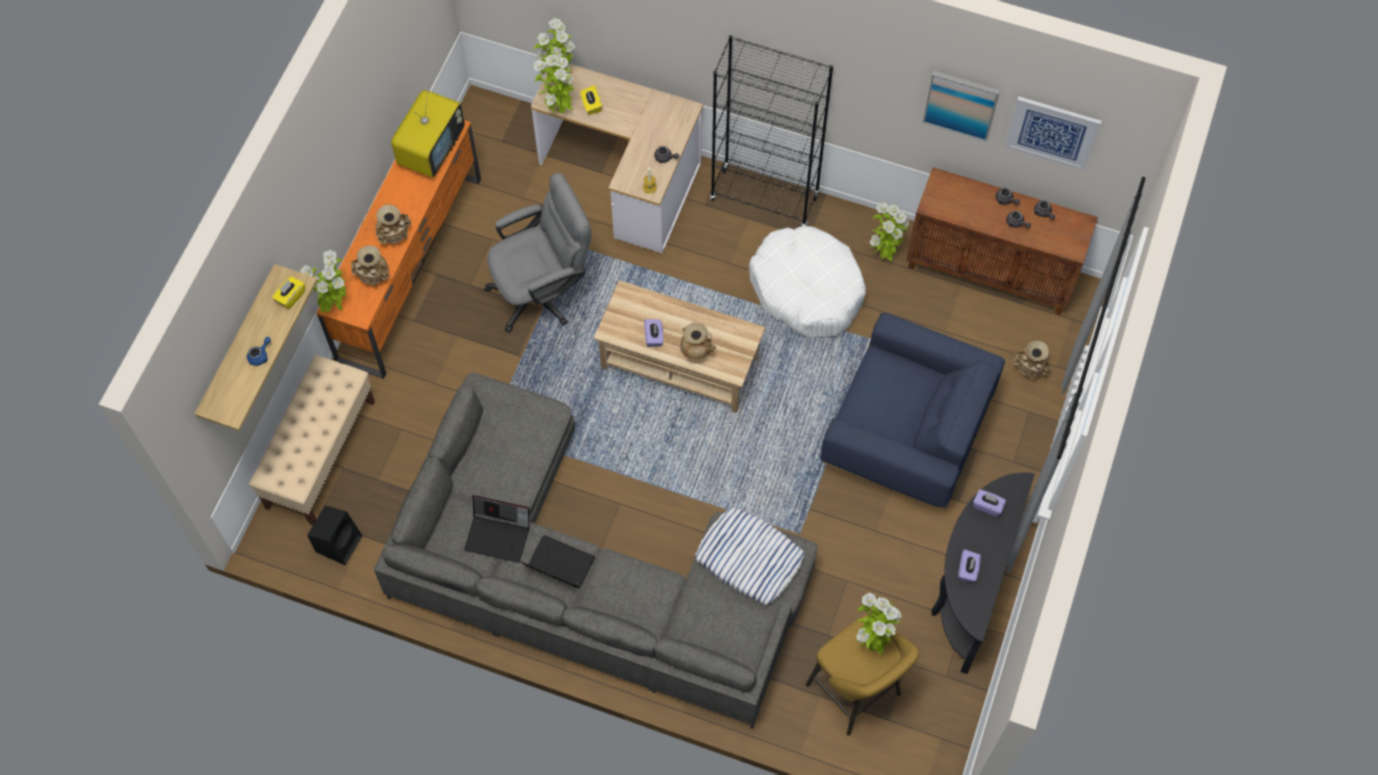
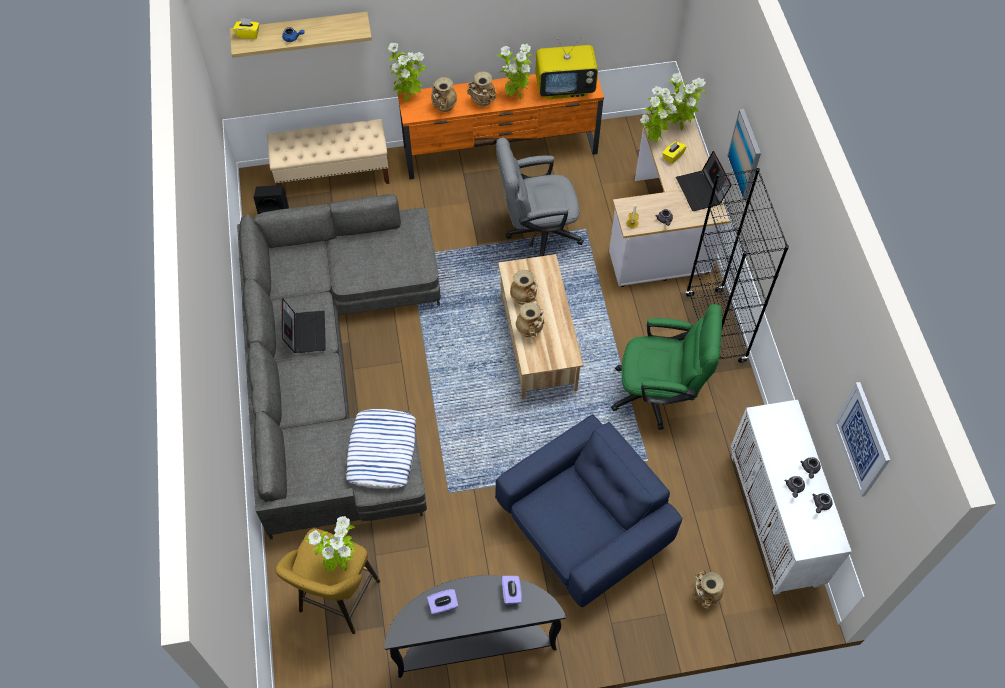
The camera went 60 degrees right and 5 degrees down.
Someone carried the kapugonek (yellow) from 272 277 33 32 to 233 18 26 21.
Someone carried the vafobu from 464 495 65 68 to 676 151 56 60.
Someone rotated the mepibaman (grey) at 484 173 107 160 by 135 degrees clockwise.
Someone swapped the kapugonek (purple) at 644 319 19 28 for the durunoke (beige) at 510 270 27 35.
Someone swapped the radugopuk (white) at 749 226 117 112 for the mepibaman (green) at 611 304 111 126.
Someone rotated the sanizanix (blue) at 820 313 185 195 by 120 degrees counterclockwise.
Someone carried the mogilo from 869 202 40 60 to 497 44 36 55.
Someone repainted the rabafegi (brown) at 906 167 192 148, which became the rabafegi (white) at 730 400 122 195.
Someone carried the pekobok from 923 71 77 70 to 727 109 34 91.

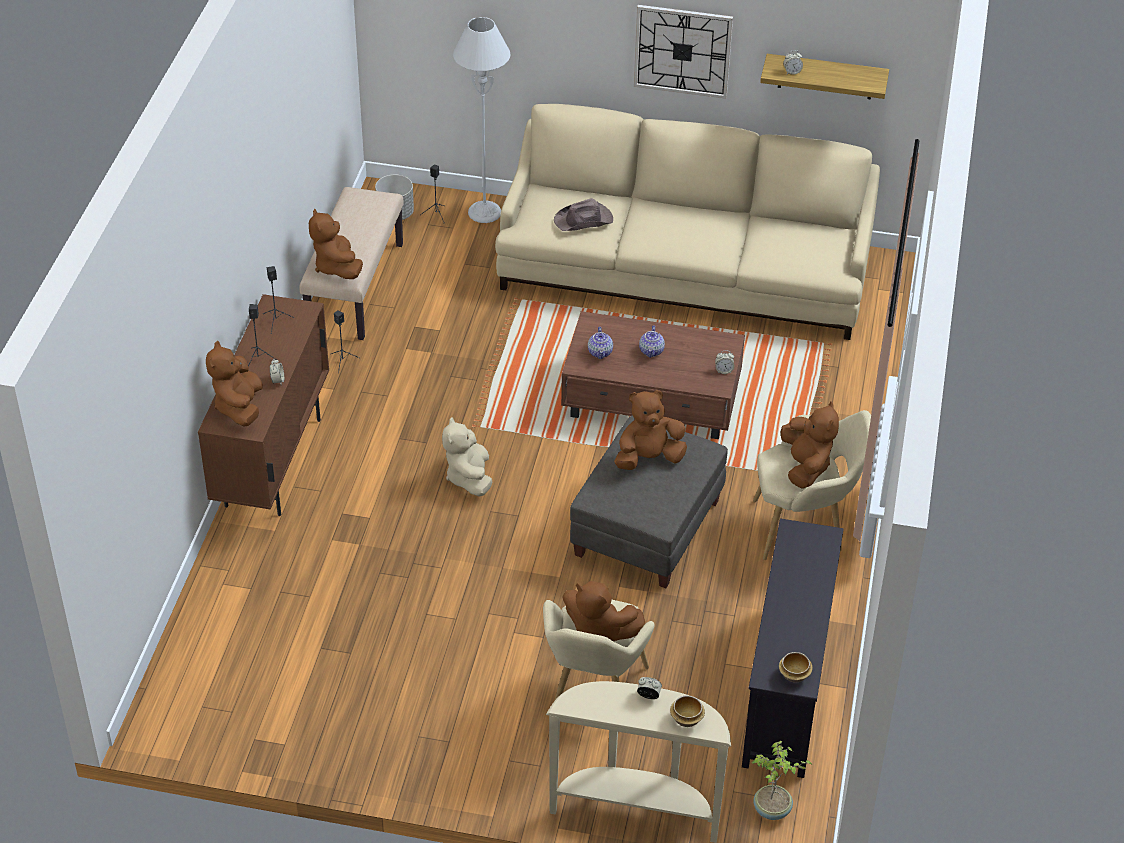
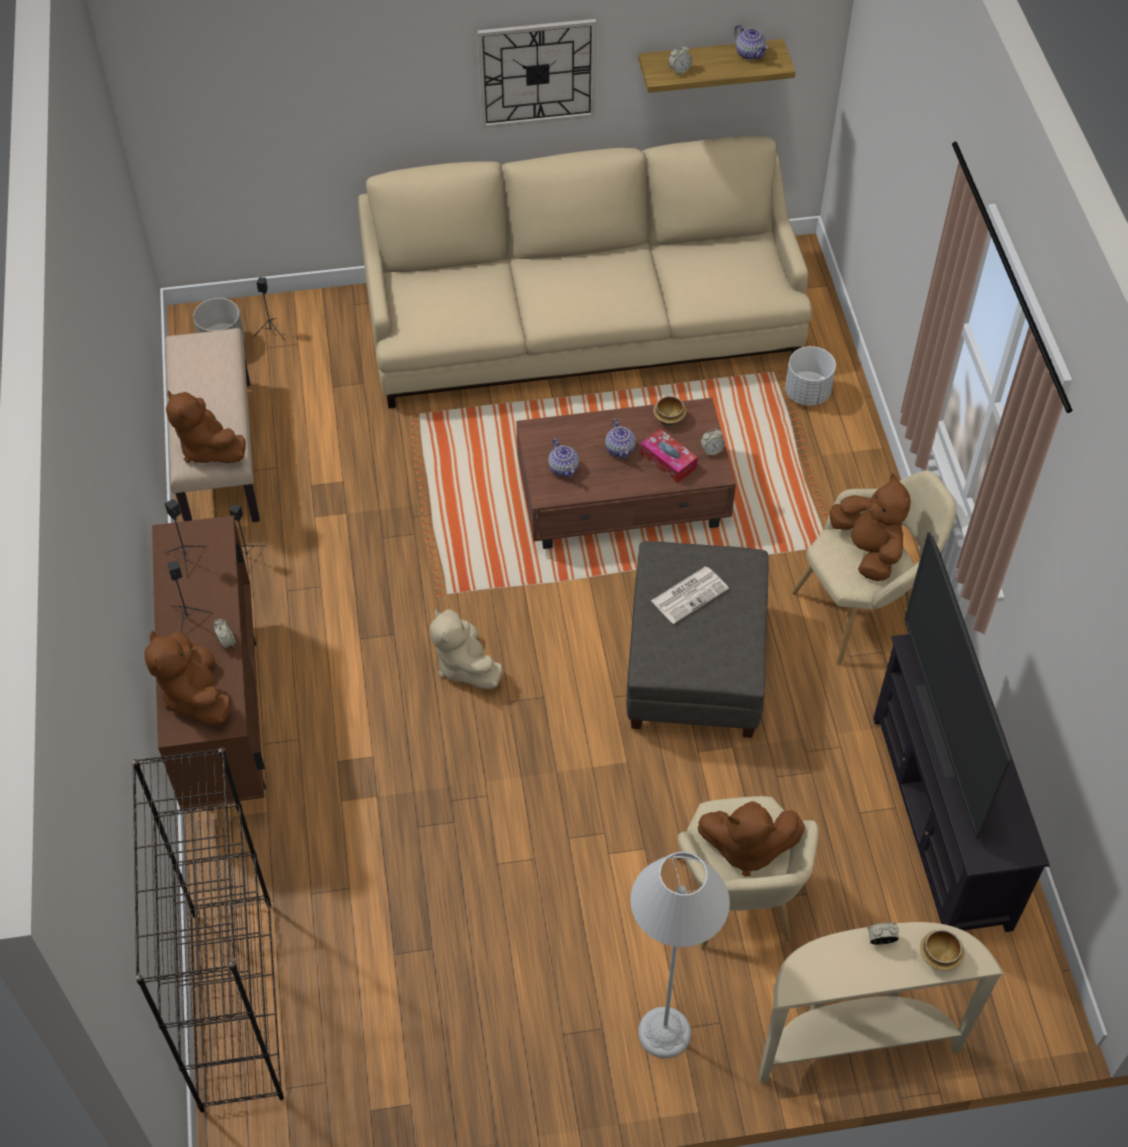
The camera went 20 degrees left and 10 degrees up.
Someone carried the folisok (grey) from 453 17 57 206 to 630 852 100 206.
Someone took away the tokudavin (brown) at 554 198 59 33.
Someone swapped the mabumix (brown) at 614 390 73 80 for the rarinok at 651 567 78 57.
Someone took away the mogilo at 752 741 60 79.
Someone carried the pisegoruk from 779 652 34 30 to 653 396 34 30.
Someone put down the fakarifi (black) at 132 747 152 365.
Someone put down the kapugonek at 640 429 58 54.
Someone put down the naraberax at 734 25 34 35.
Someone put down the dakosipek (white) at 785 346 51 60.
Someone put down the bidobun at 904 532 107 307.

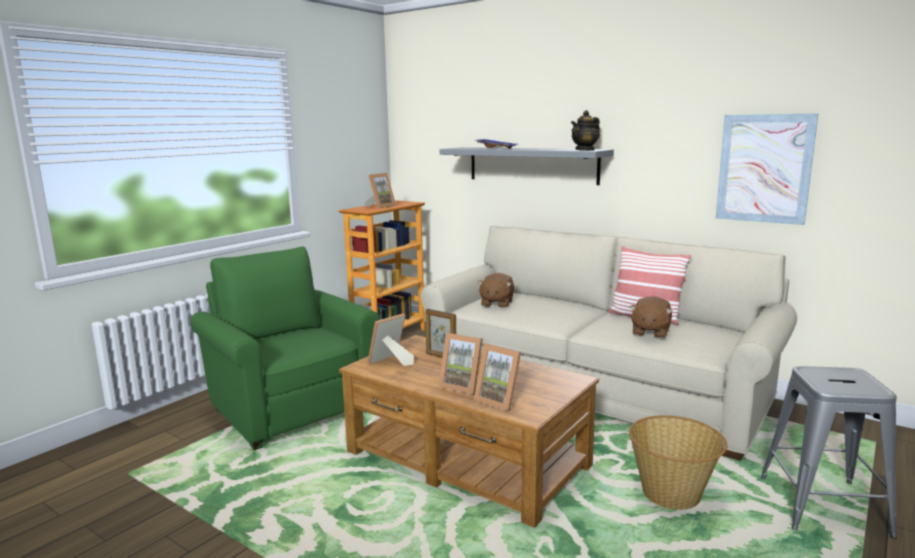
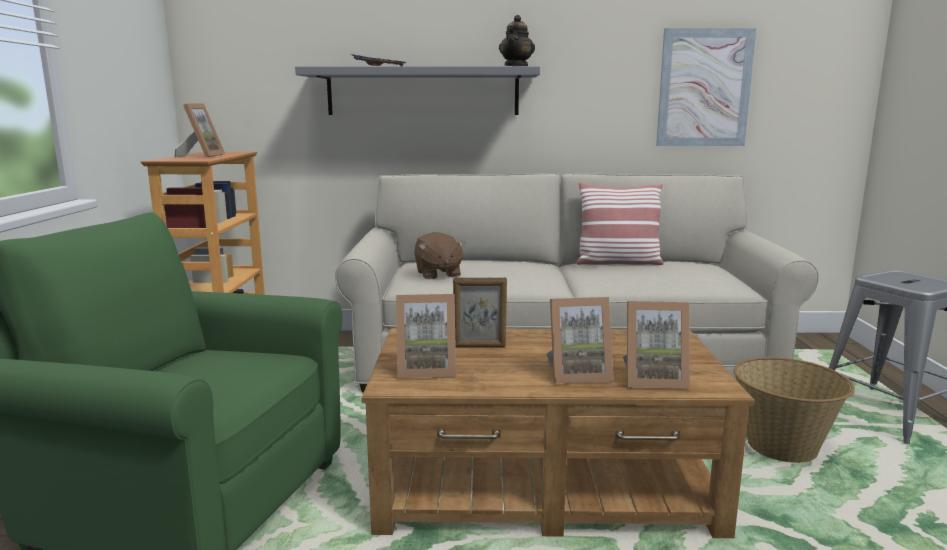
The camera went 35 degrees left and 0 degrees up.
Someone rotated the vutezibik at 368 313 46 53 by 105 degrees counterclockwise.
Someone took away the mabumix (brown) at 630 296 43 43.

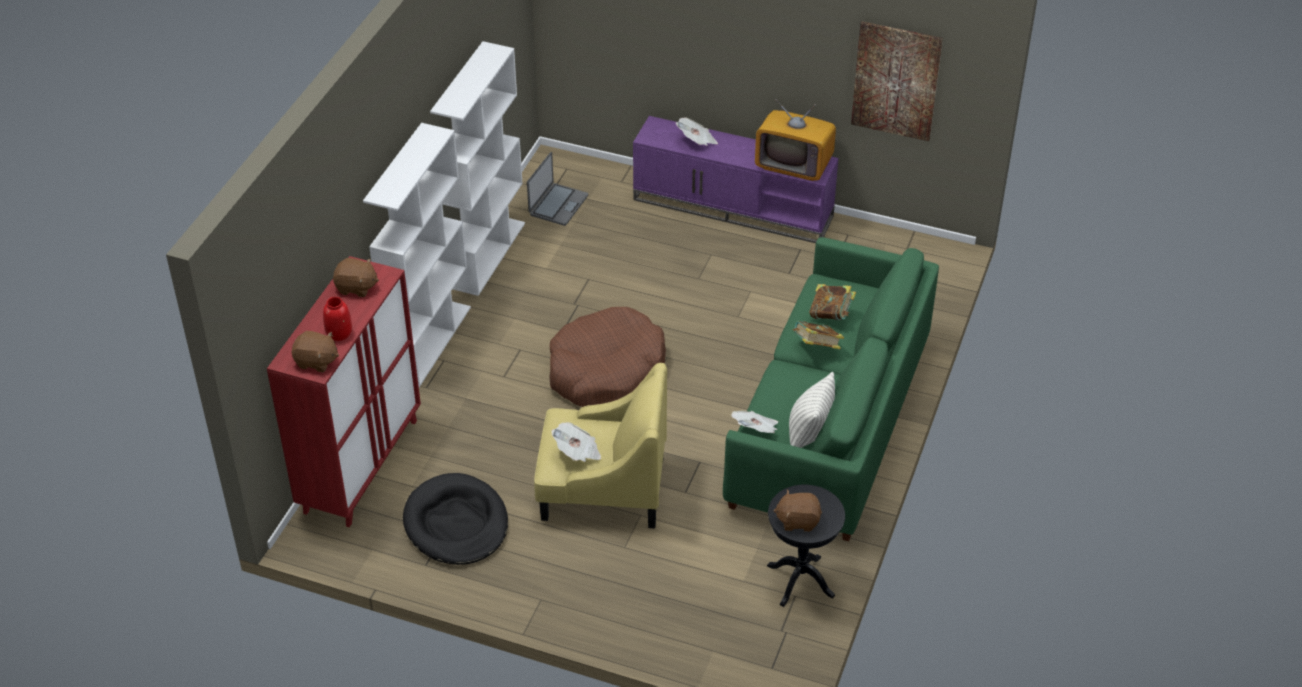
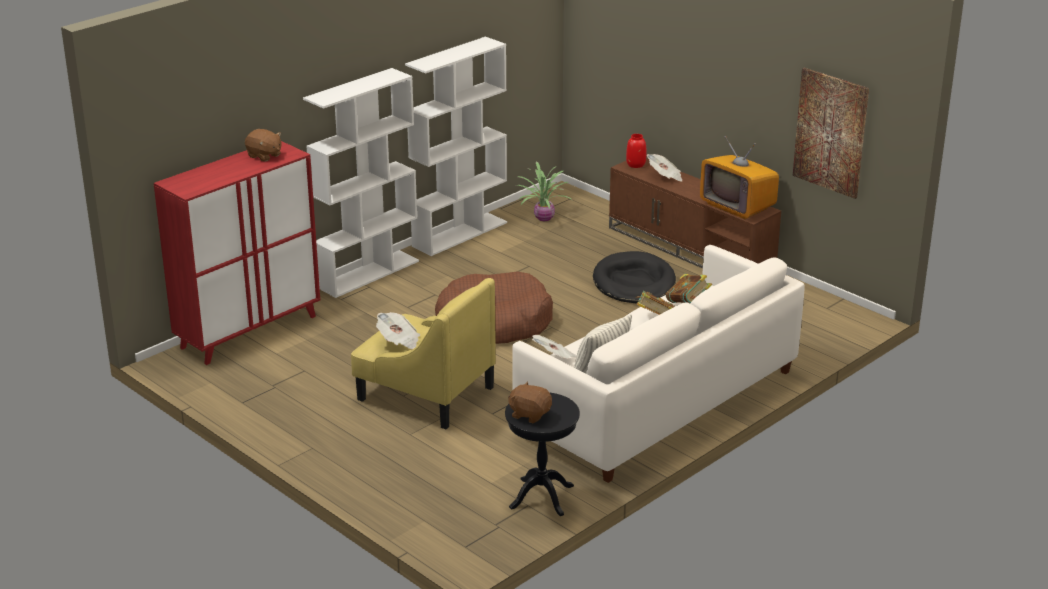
The camera went 25 degrees right and 15 degrees down.
Someone took away the mabumix (brown) at 292 331 47 41.
Someone carried the durunoke (red) from 323 297 29 44 to 626 134 20 34.
Someone carried the radugopuk (black) from 403 473 105 92 to 593 251 83 52.
Someone swapped the vafobu at 527 152 61 74 for the mogilo at 516 161 57 60.
Someone repainted the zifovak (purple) at 633 116 205 127, which became the zifovak (brown) at 609 158 172 110.
Someone repainted the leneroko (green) at 723 237 216 304, which became the leneroko (white) at 512 245 293 238.

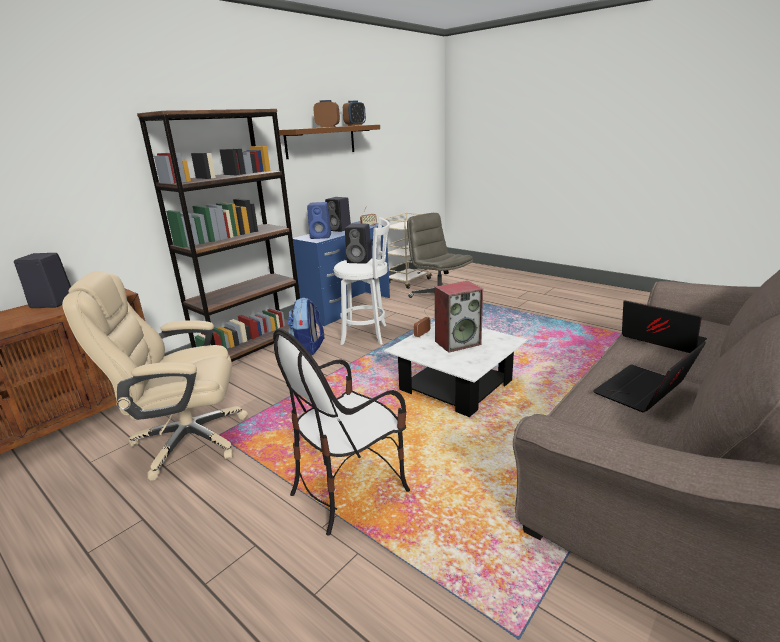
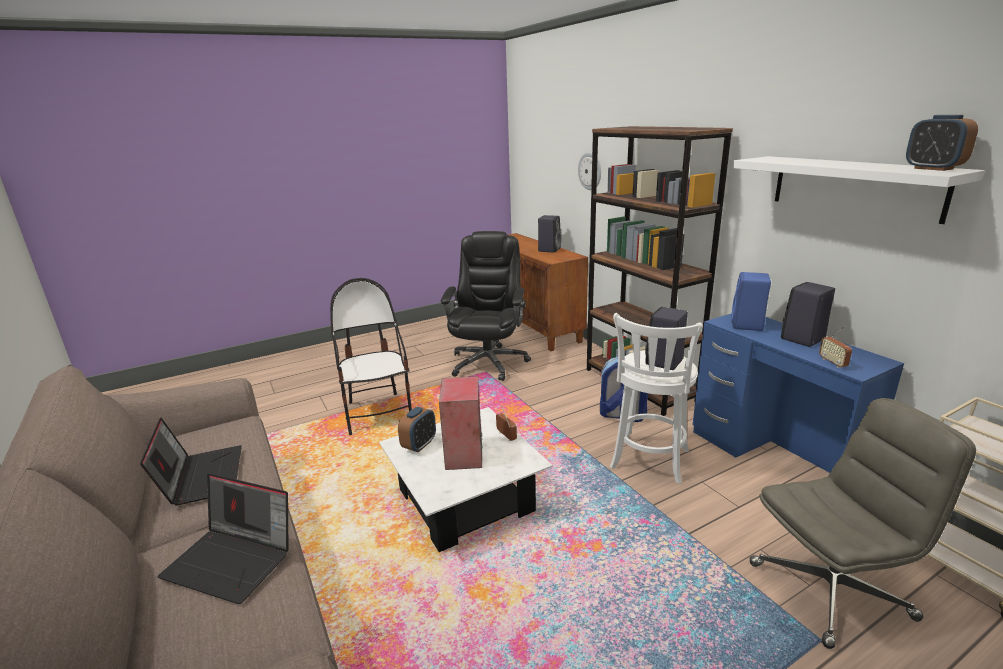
The camera went 110 degrees right and 0 degrees up.
Someone repainted the mepibaman (beige) at 62 271 186 210, which became the mepibaman (black) at 441 231 90 150.
Someone repainted the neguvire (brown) at 279 125 101 34, which became the neguvire (white) at 733 156 252 68.
Someone carried the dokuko from 314 100 26 27 to 398 407 38 46.
Someone rotated the vafobu at 622 300 85 53 by 45 degrees clockwise.
Someone put up the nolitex at 578 152 23 38.

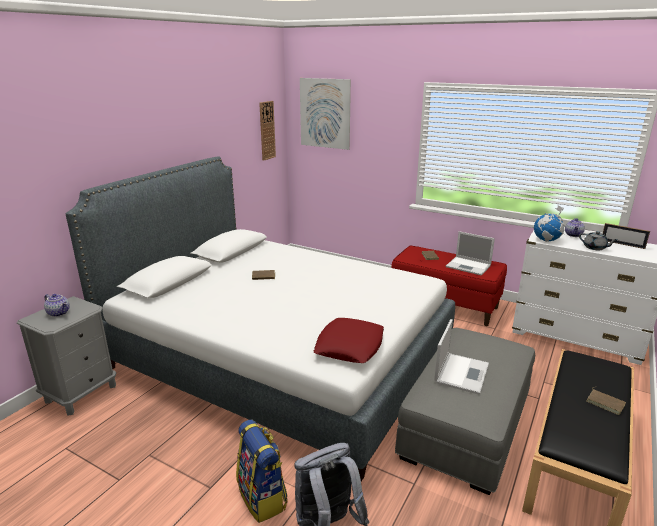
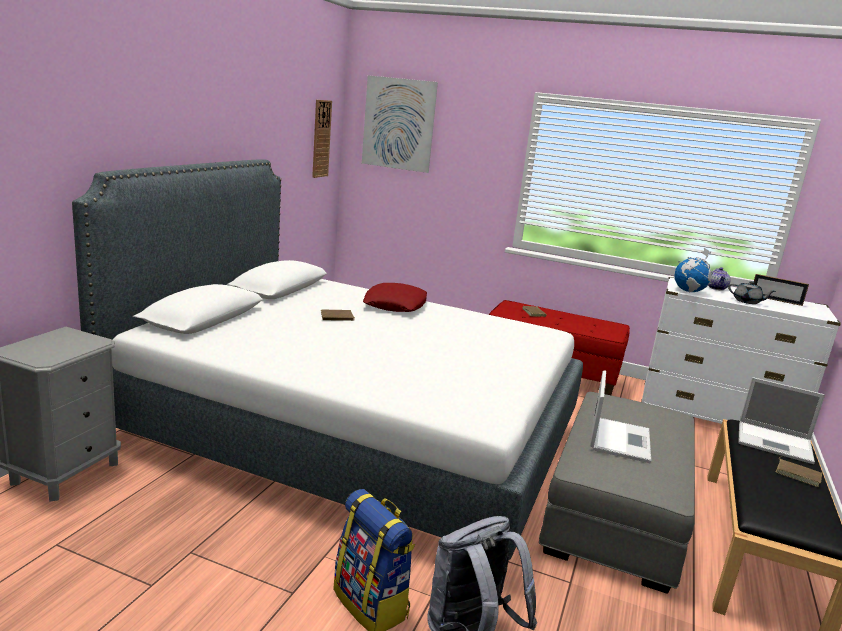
The camera went 10 degrees left and 5 degrees down.
Someone took away the naraberax at 44 294 26 23.
Someone carried the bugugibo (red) from 314 318 70 45 to 363 283 64 29.
Someone carried the vafobu from 446 231 49 45 to 738 377 87 87.

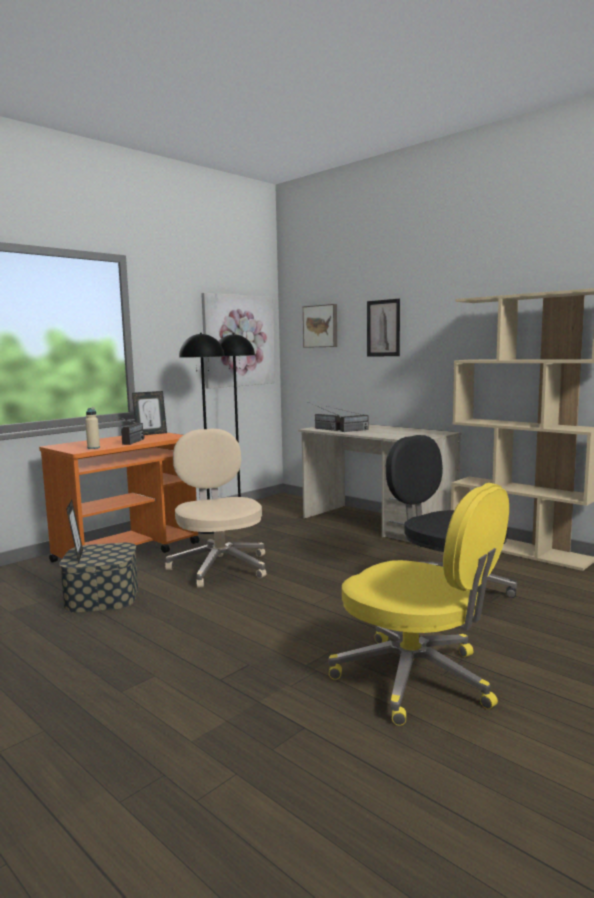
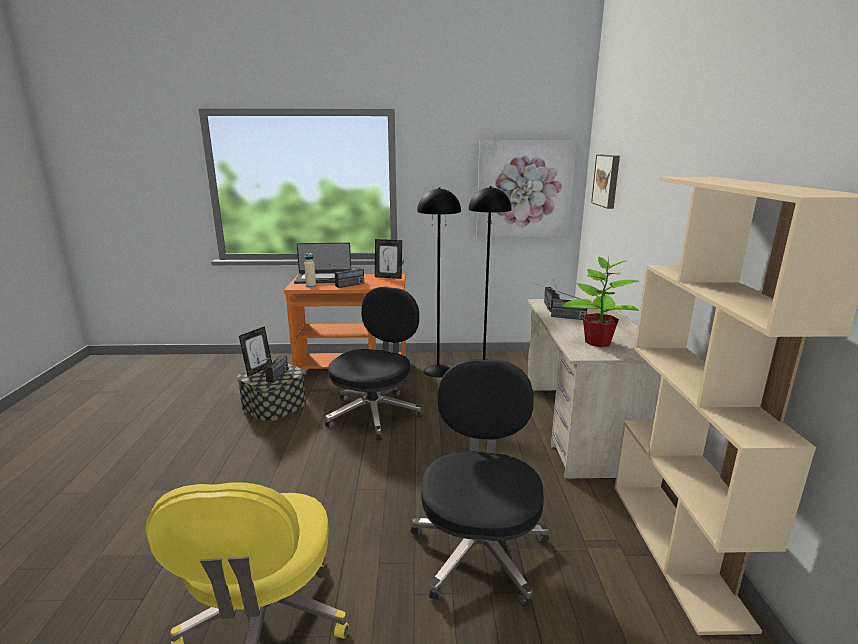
The camera went 45 degrees right and 10 degrees up.
Someone repainted the mepibaman (beige) at 165 429 101 159, which became the mepibaman (black) at 325 287 97 153.
Someone took away the pekobok at 367 299 33 57.
Someone put down the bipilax at 255 355 34 28.
Someone put down the vafobu at 294 242 57 42.
Someone put down the mogilo at 562 256 77 91.

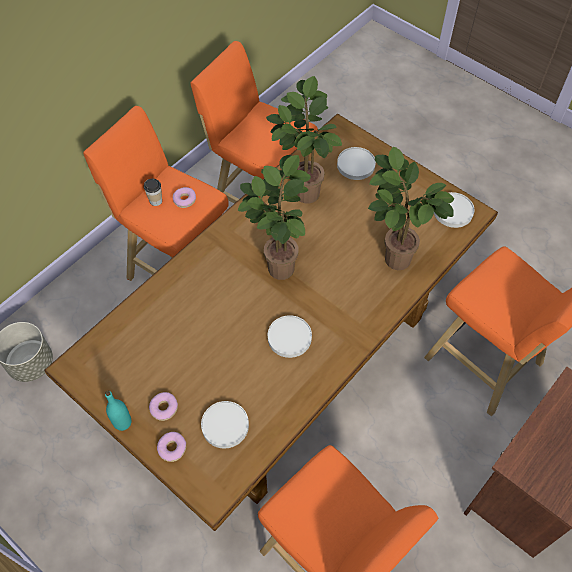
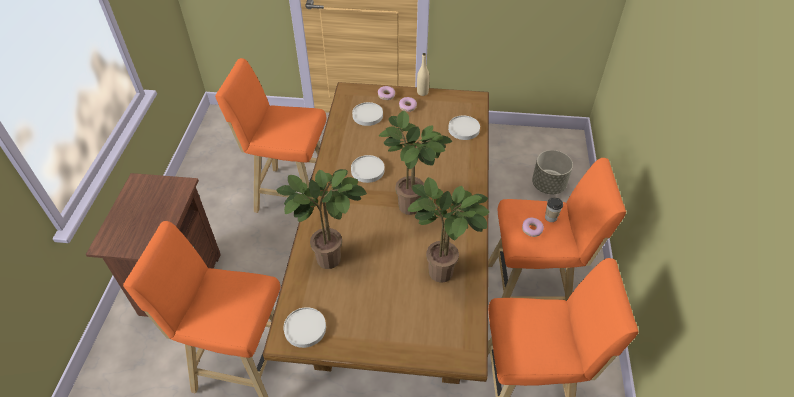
The camera went 145 degrees right and 10 degrees down.
Someone repainted the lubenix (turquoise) at 105 391 26 40, which became the lubenix (beige) at 417 53 13 43.
Someone carried the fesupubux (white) from 337 147 39 33 to 448 115 32 25.

